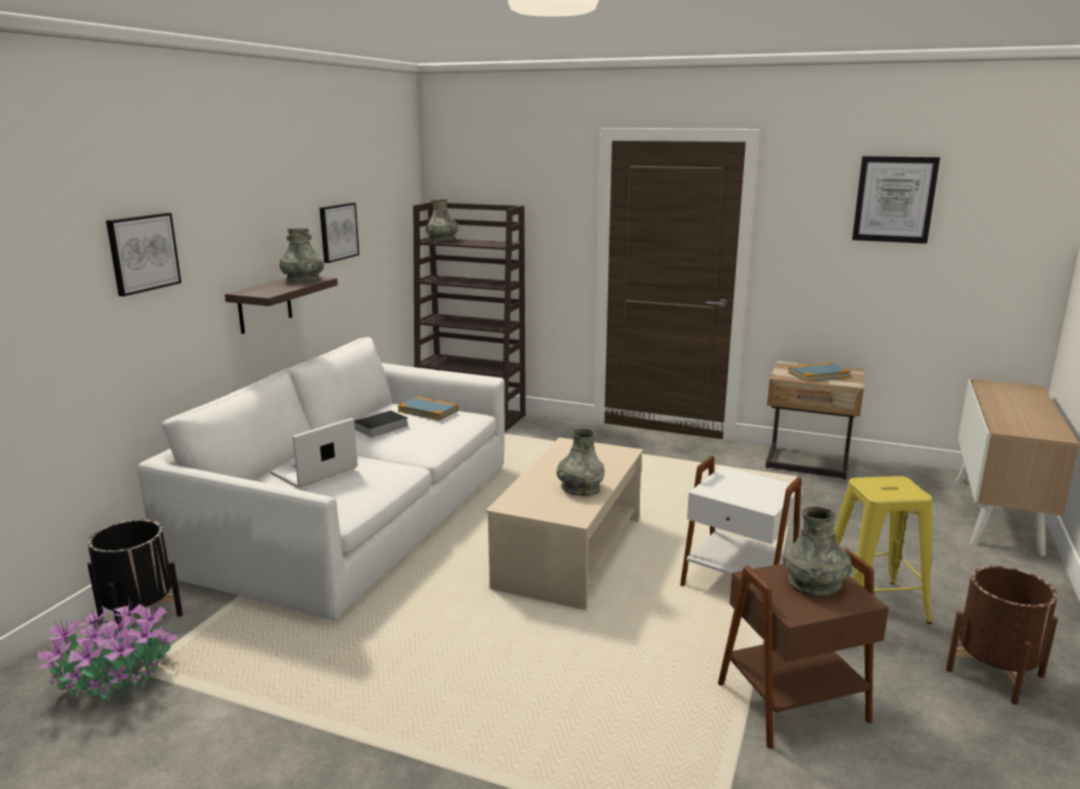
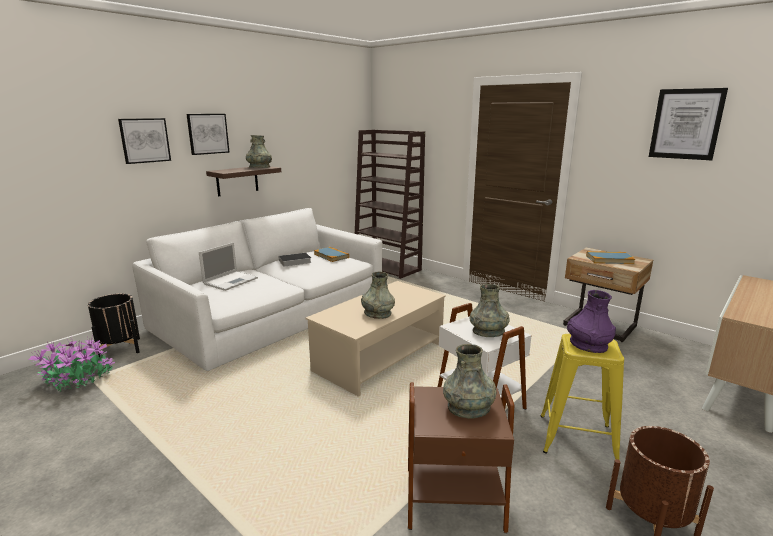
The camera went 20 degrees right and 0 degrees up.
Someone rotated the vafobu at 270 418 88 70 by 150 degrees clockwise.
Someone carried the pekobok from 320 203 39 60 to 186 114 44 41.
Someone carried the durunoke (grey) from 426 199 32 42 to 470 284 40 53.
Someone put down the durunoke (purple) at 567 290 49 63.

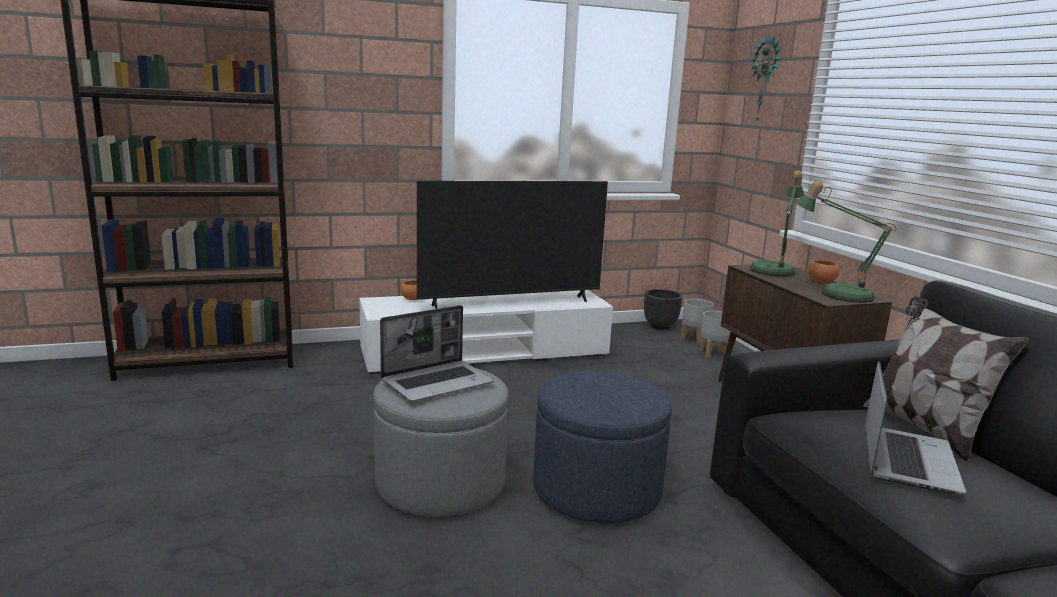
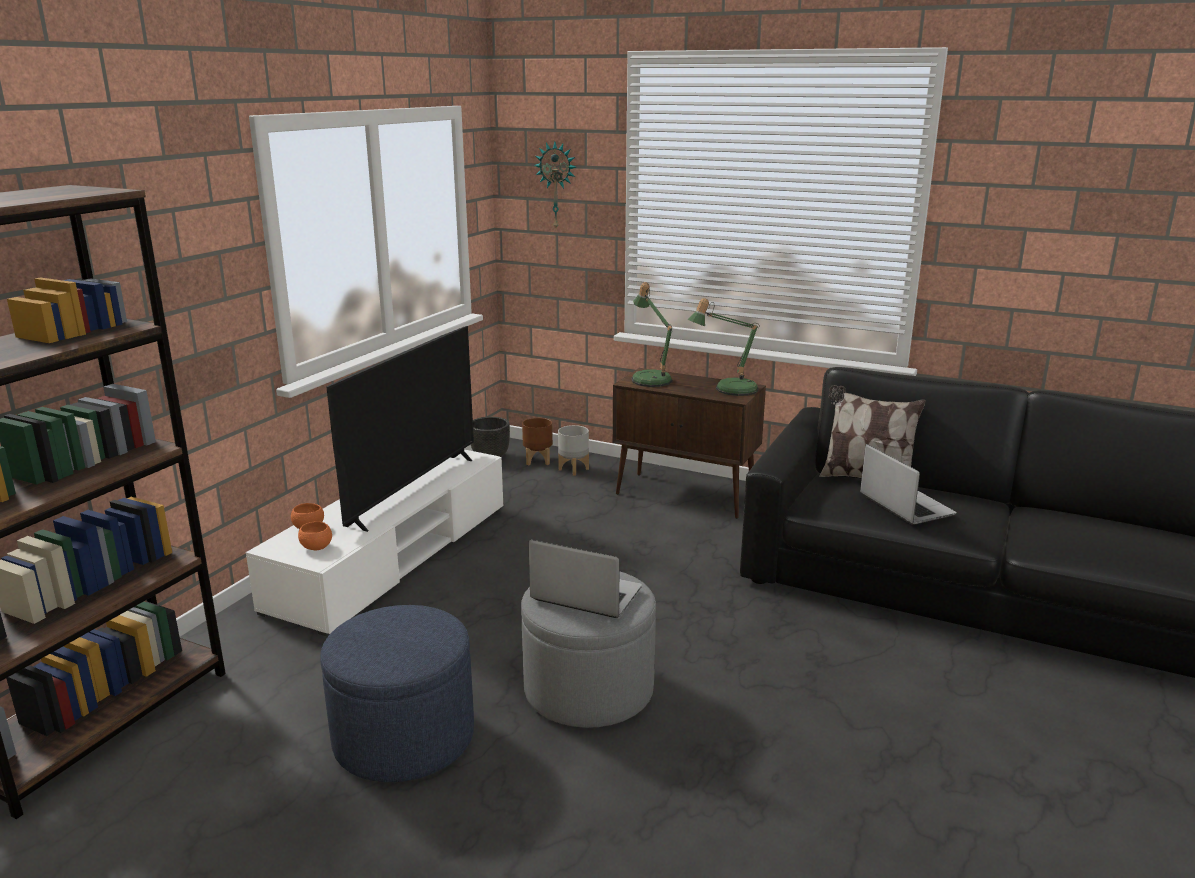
The camera went 45 degrees left and 5 degrees up.
Someone rotated the vafobu at 380 305 114 97 by 75 degrees counterclockwise.
Someone carried the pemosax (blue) from 533 371 139 152 to 321 605 153 177.
Someone repainted the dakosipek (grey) at 680 299 34 46, which became the dakosipek (brown) at 522 418 31 48.
Someone carried the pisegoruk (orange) from 808 260 31 23 to 298 522 34 28.

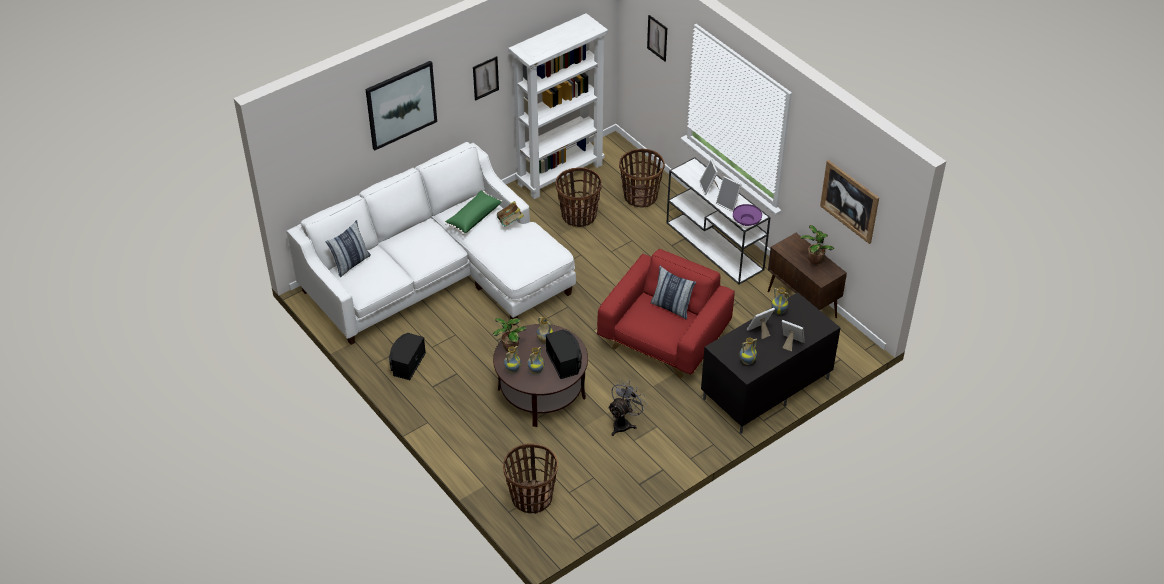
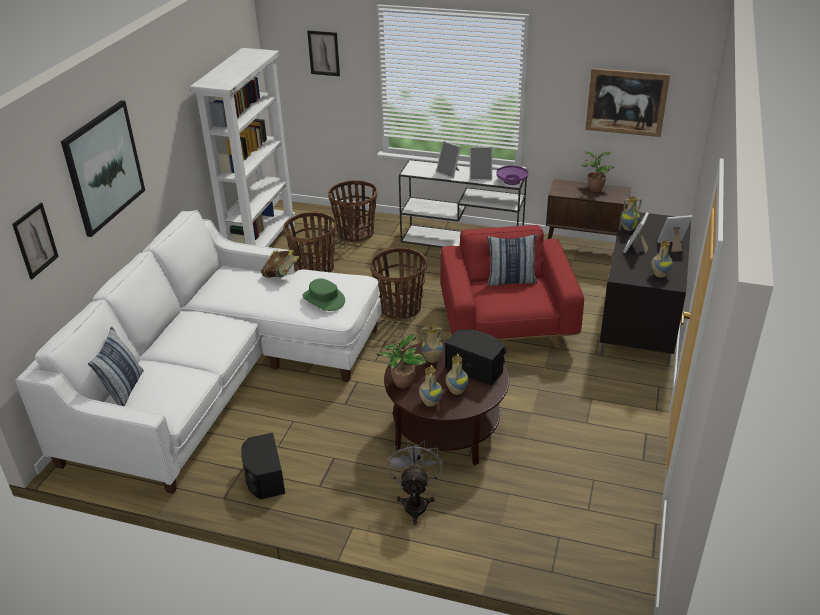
The camera went 35 degrees left and 10 degrees down.
Someone took away the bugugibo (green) at 445 190 57 45.
Someone carried the pekobok from 473 56 26 45 to 12 203 47 76.
Someone carried the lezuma from 503 443 55 71 to 370 248 57 71.
Someone carried the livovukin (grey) from 608 380 40 56 to 388 439 54 86.
Someone put down the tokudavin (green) at 302 279 43 32.

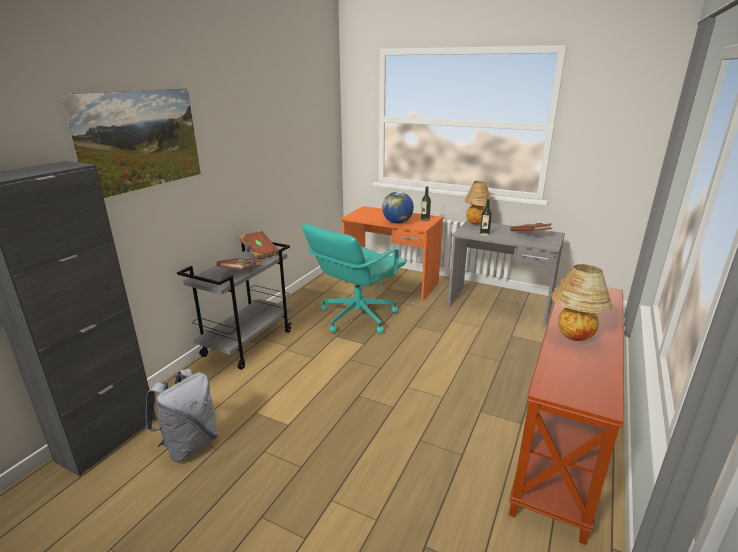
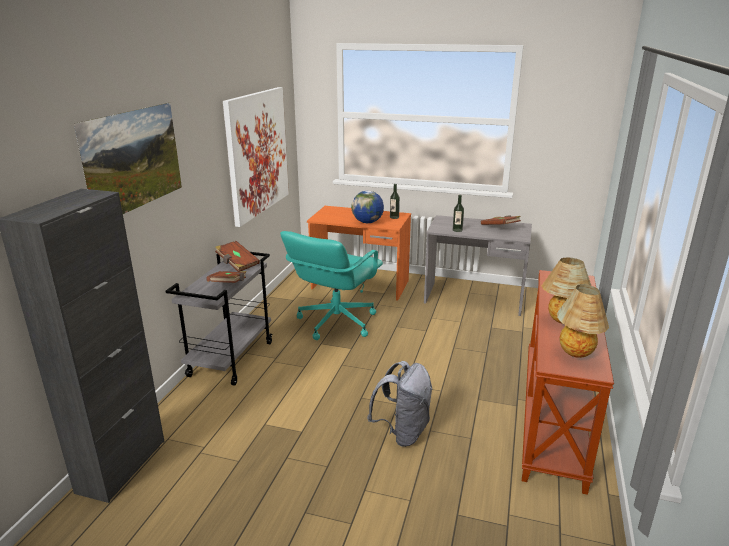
The camera went 10 degrees left and 0 degrees up.
Someone carried the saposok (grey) from 145 368 74 94 to 367 361 66 86.
Someone carried the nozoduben from 464 181 28 44 to 557 284 52 74.
Someone put up the pekobok at 223 87 66 140.

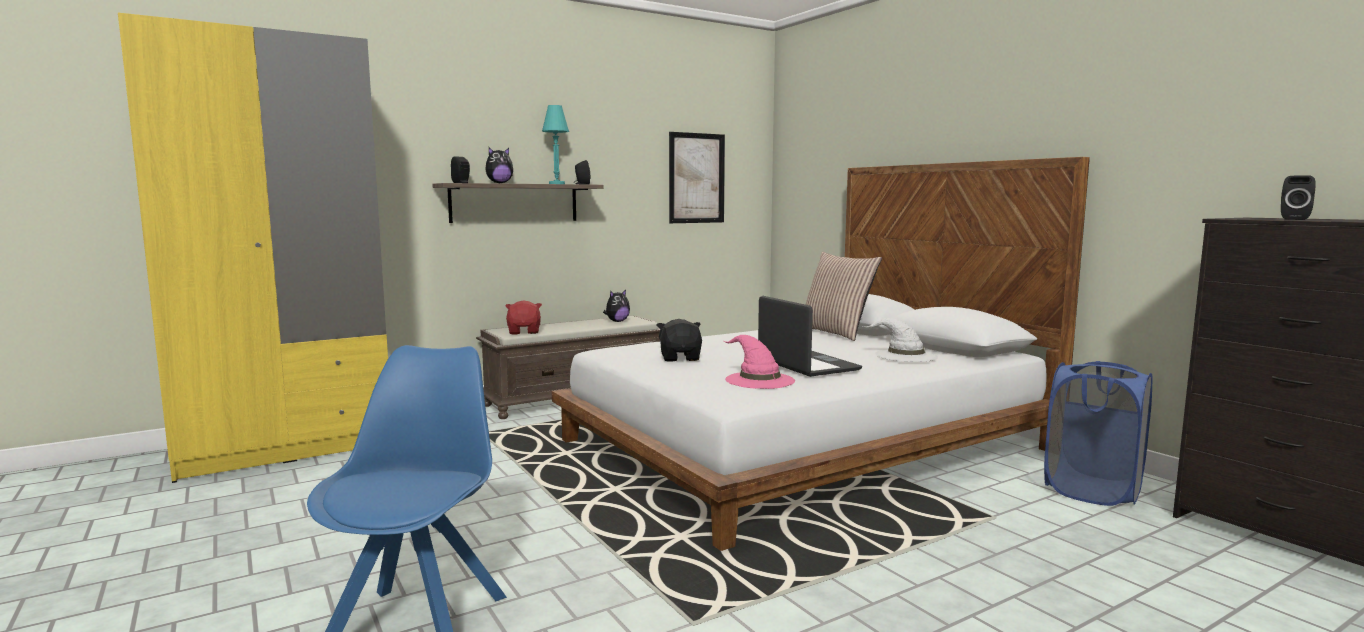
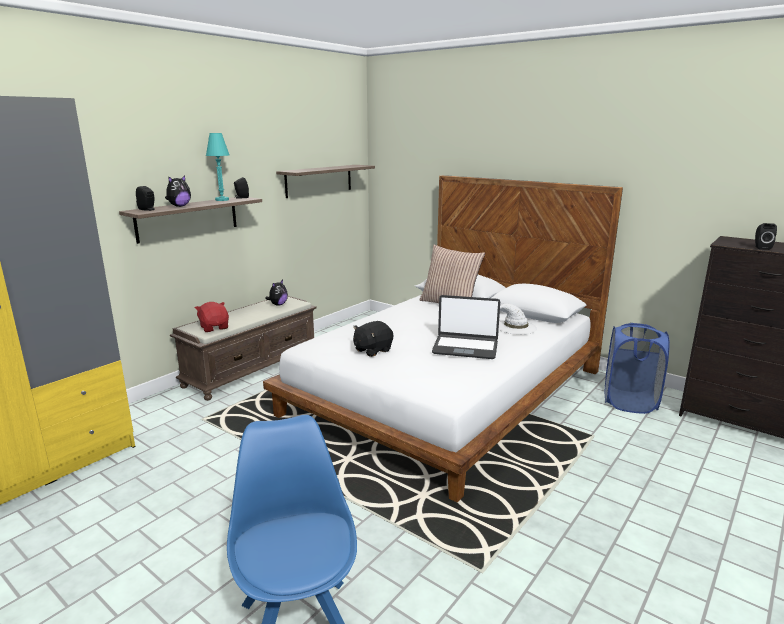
The camera went 20 degrees left and 10 degrees up.
Someone rotated the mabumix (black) at 657 319 45 43 by 105 degrees counterclockwise.
Someone swapped the pekobok at 669 132 56 91 for the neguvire at 276 165 99 33.
Someone took away the tokudavin (pink) at 723 335 72 54.
Someone rotated the vafobu at 758 296 104 81 by 150 degrees clockwise.

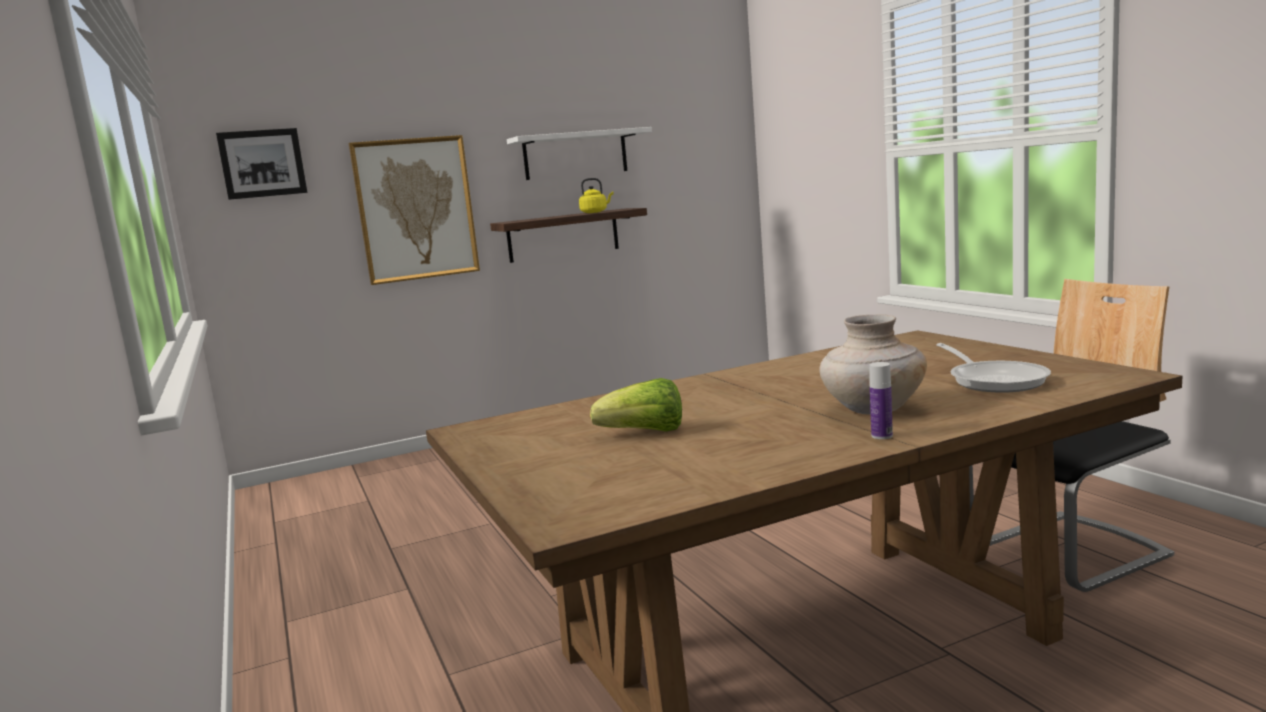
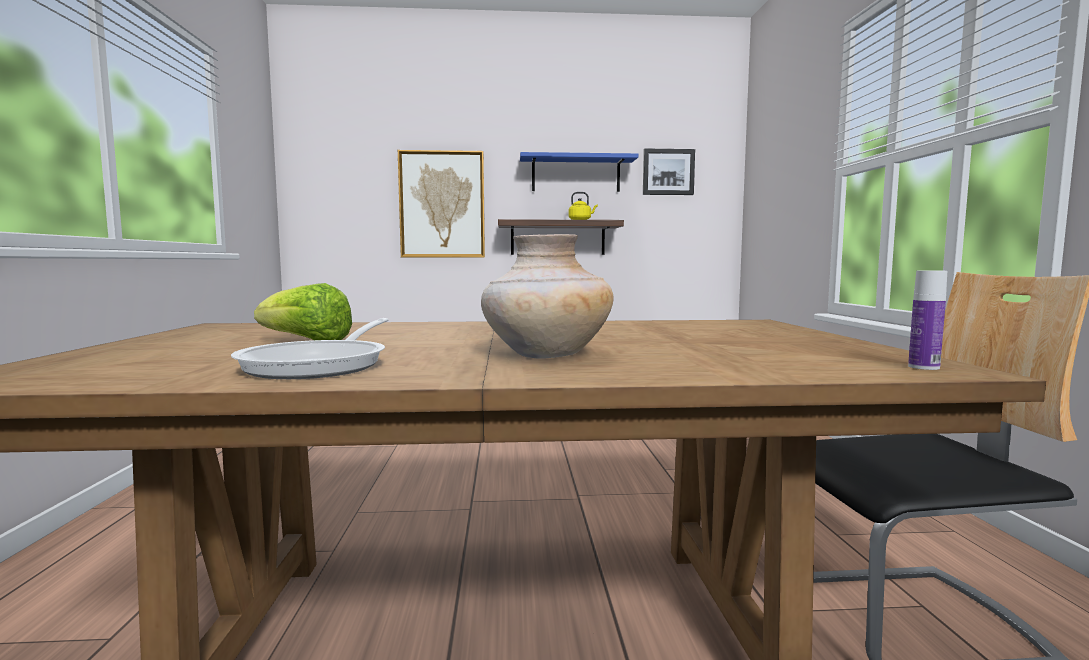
The camera went 20 degrees right and 5 degrees down.
Someone carried the pekobok from 216 128 91 72 to 643 149 52 46.
Someone repainted the neguvire (white) at 507 127 145 53, which became the neguvire (blue) at 520 152 118 40.
Someone carried the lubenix from 869 362 24 77 to 908 270 39 100.
Someone carried the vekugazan from 936 343 115 50 to 231 318 158 61.

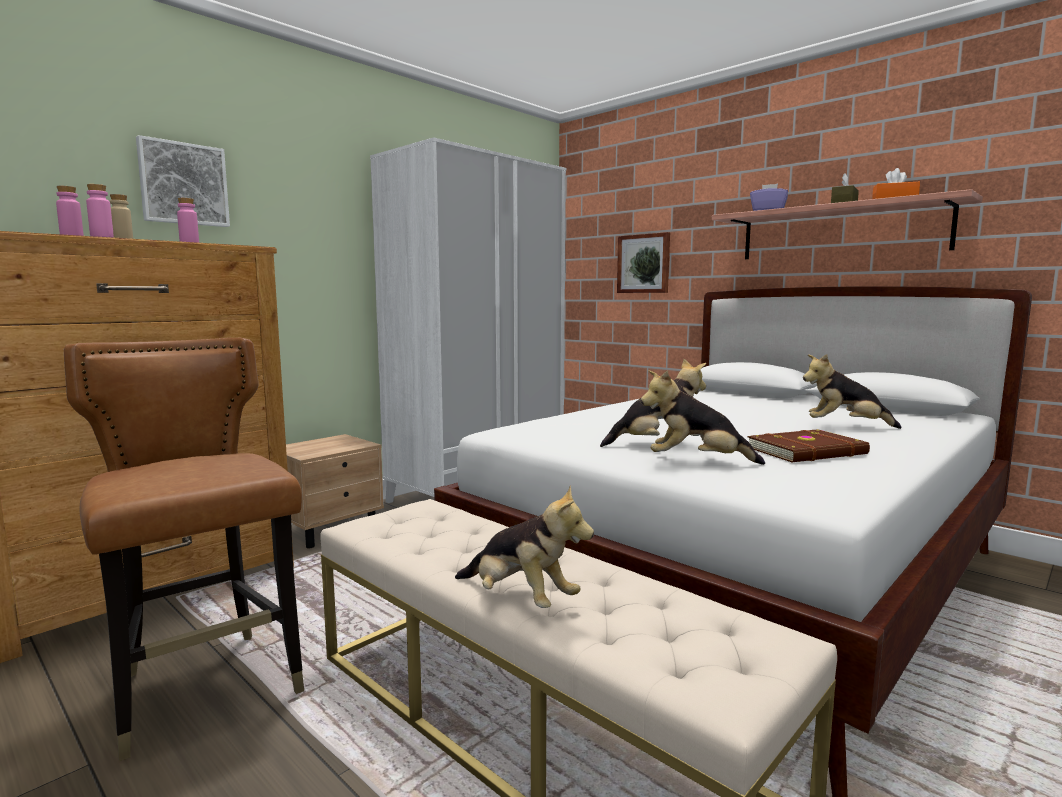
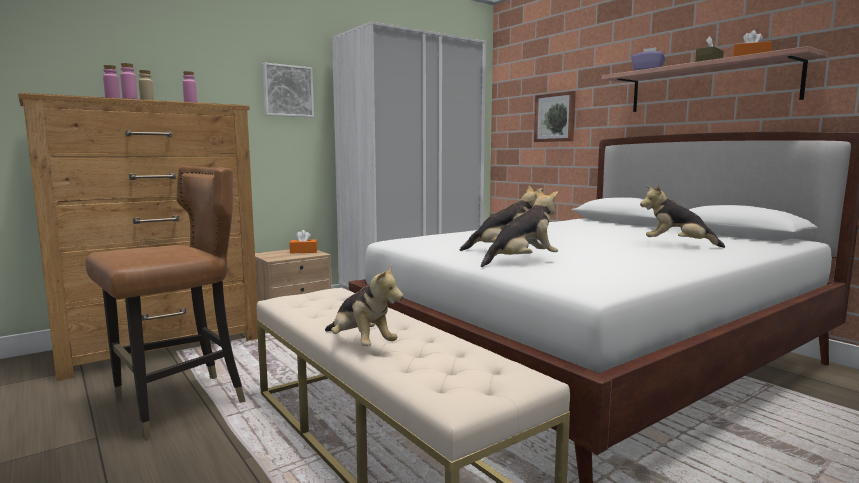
The camera went 10 degrees right and 0 degrees up.
Someone rotated the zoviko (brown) at 64 338 240 423 by 75 degrees clockwise.
Someone carried the pekobok from 136 135 94 92 to 262 63 52 54.
Someone rotated the mabumix at 641 370 124 95 by 135 degrees clockwise.
Someone took away the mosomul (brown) at 747 429 123 33.
Someone put down the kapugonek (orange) at 289 230 28 23.

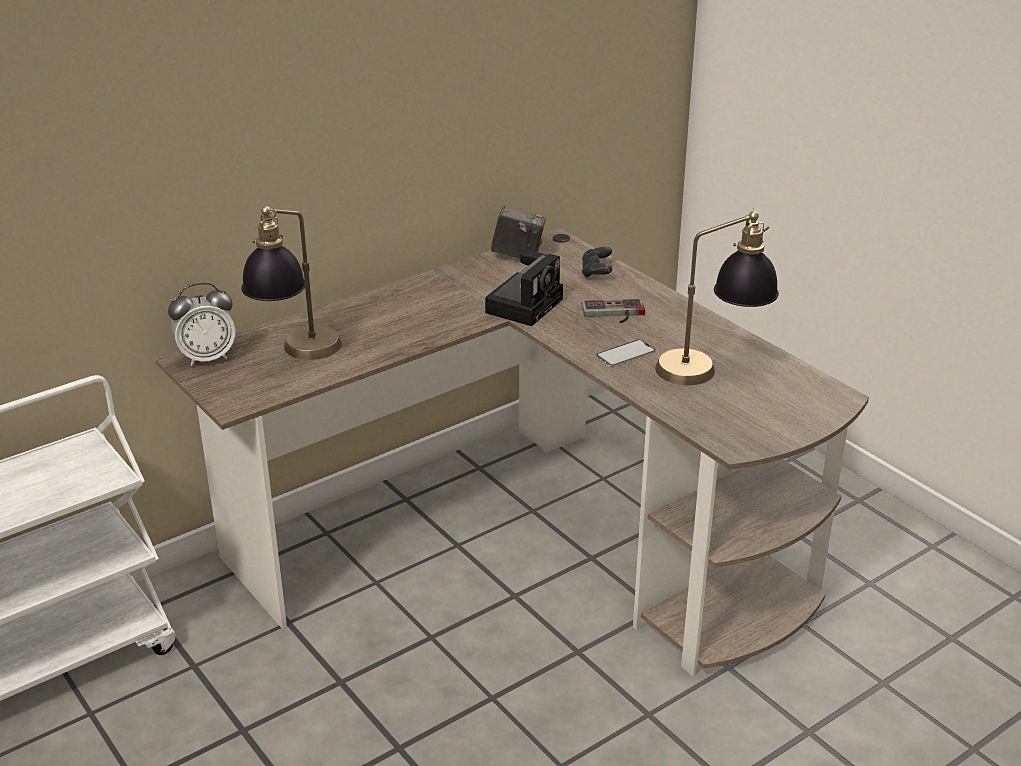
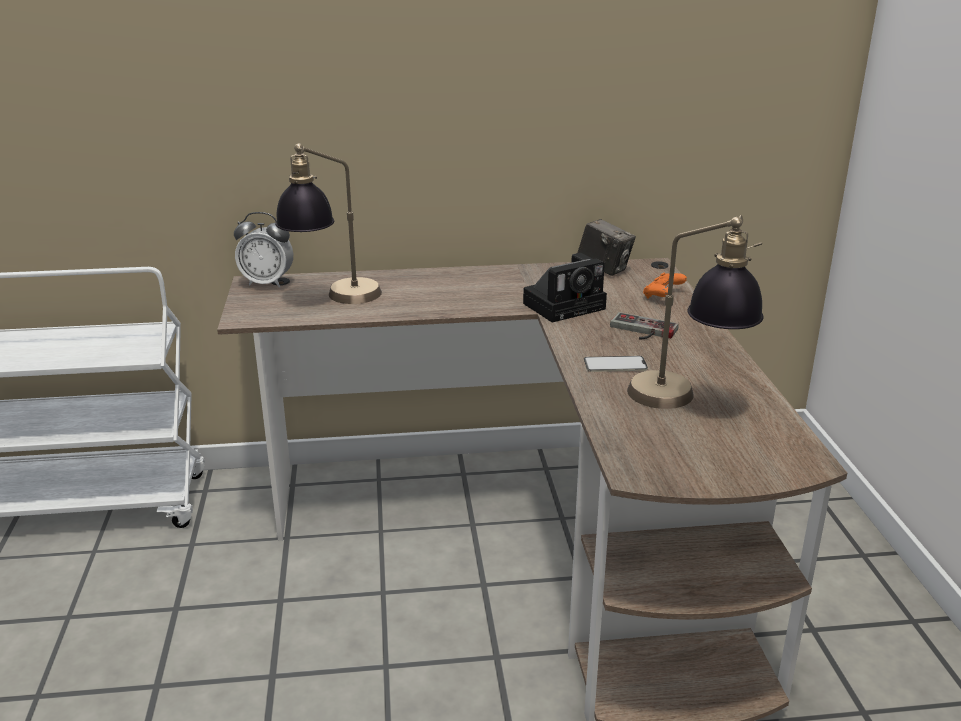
The camera went 30 degrees right and 5 degrees down.
Someone repainted the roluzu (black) at 582 247 30 31, which became the roluzu (orange) at 643 272 44 27.

